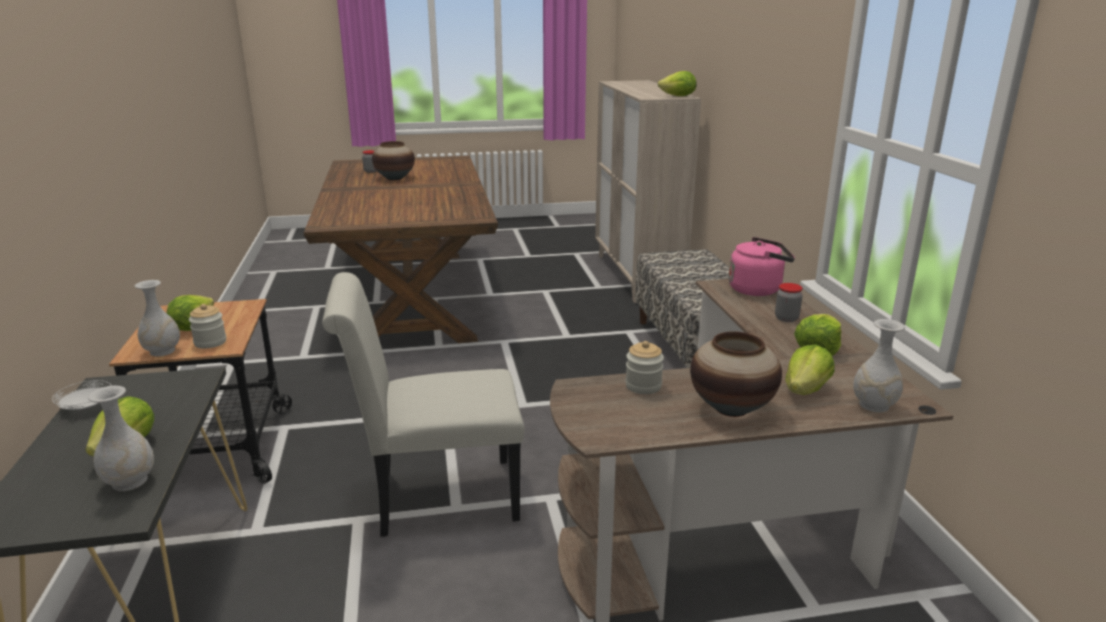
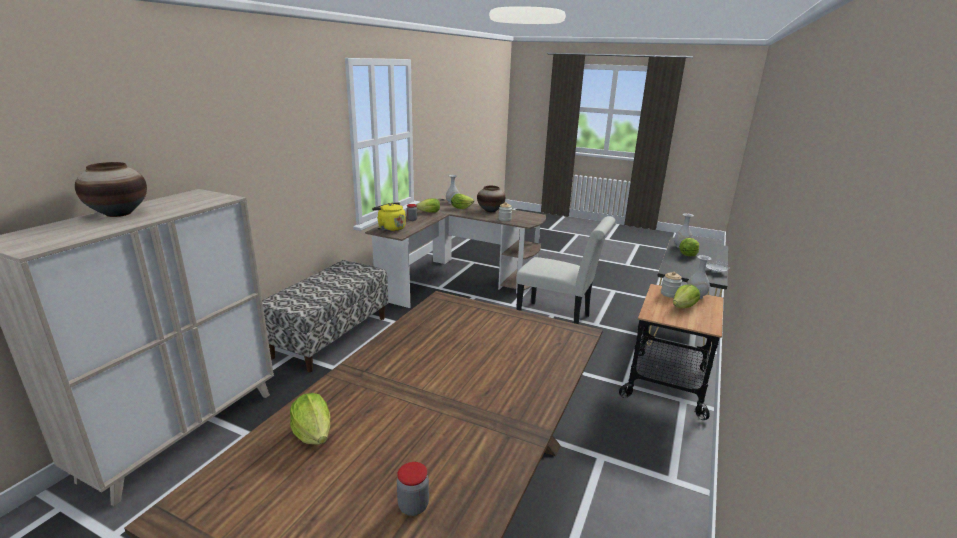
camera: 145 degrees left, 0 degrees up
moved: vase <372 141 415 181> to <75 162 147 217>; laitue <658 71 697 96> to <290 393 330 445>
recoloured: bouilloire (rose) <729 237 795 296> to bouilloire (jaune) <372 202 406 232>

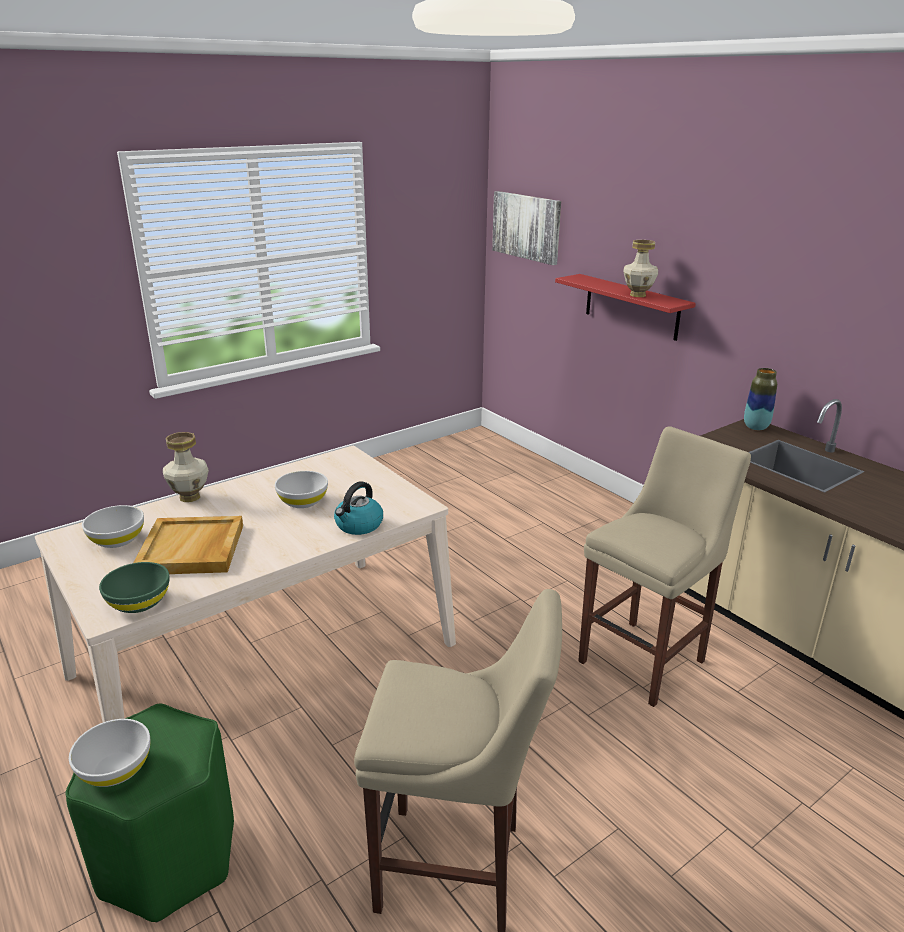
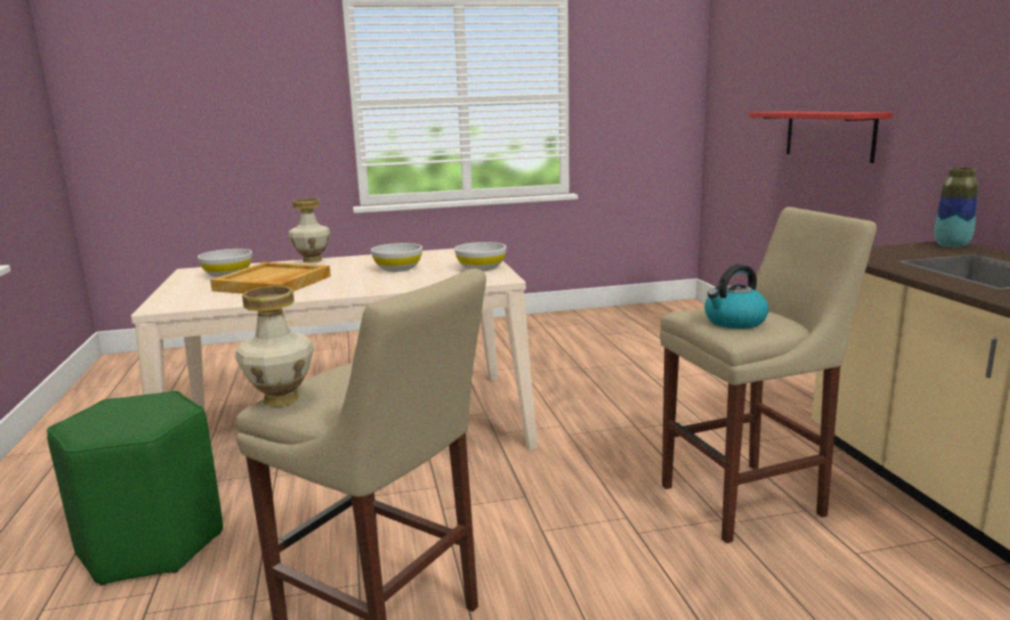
camera: 25 degrees right, 10 degrees down
removed: bol (vert) <99 562 169 613>; tableau <492 191 561 265>
moved: bol (blanc) <69 719 150 787> to <455 242 507 271>; bouilloire <334 481 383 535> to <704 264 769 329>; vase <623 240 658 297> to <235 286 314 406>

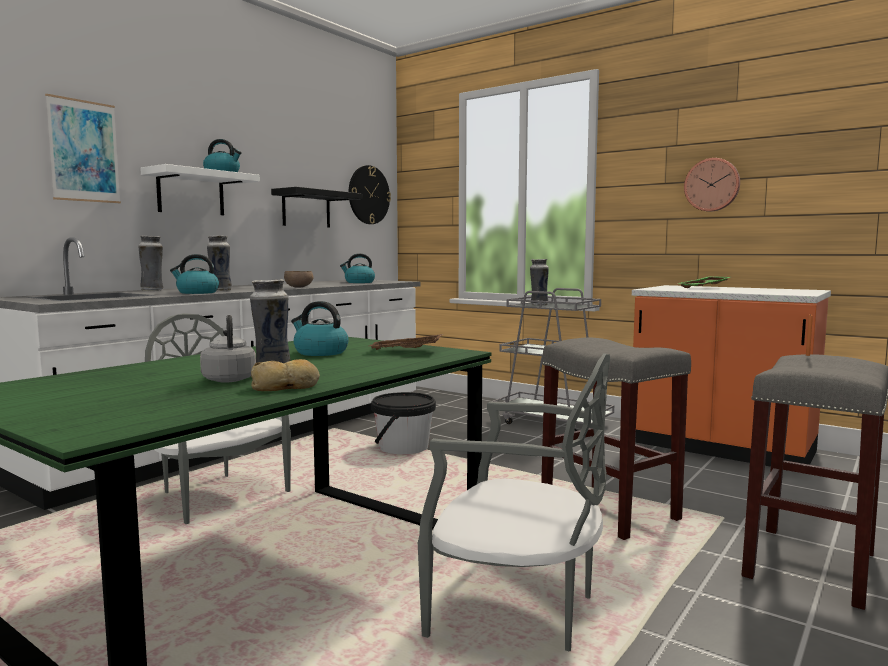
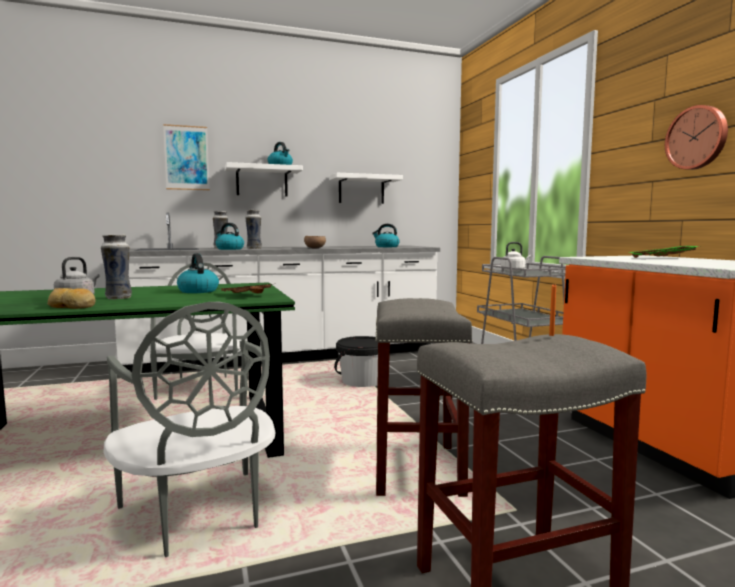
camera: 35 degrees right, 0 degrees up
removed: horloge murale <349 165 391 224>
replaced: vase <530 259 549 306> to bouilloire (blanc) <501 242 531 272>
recoloured: étagère (noir) <271 187 362 227> to étagère (blanc) <329 173 403 204>

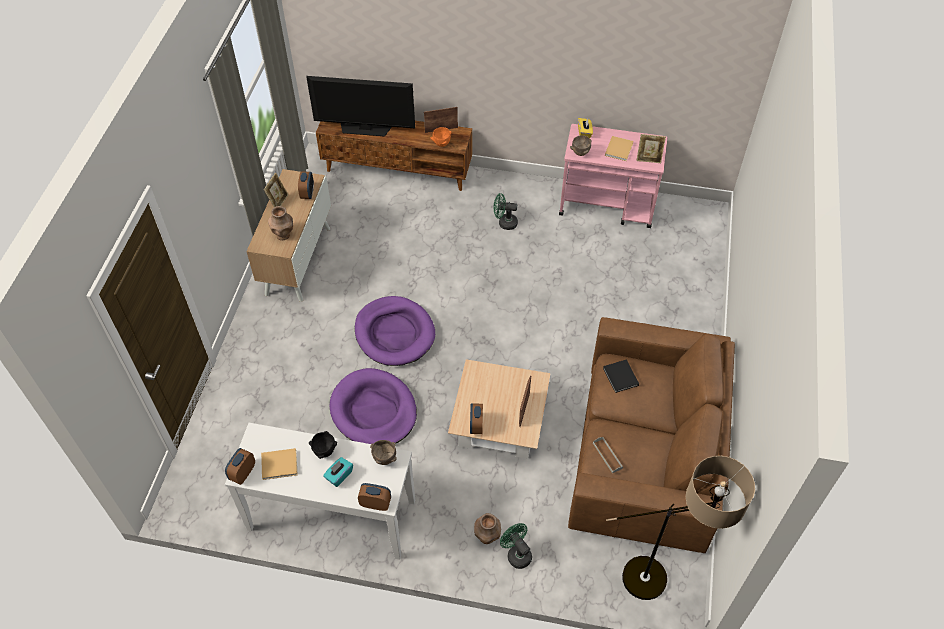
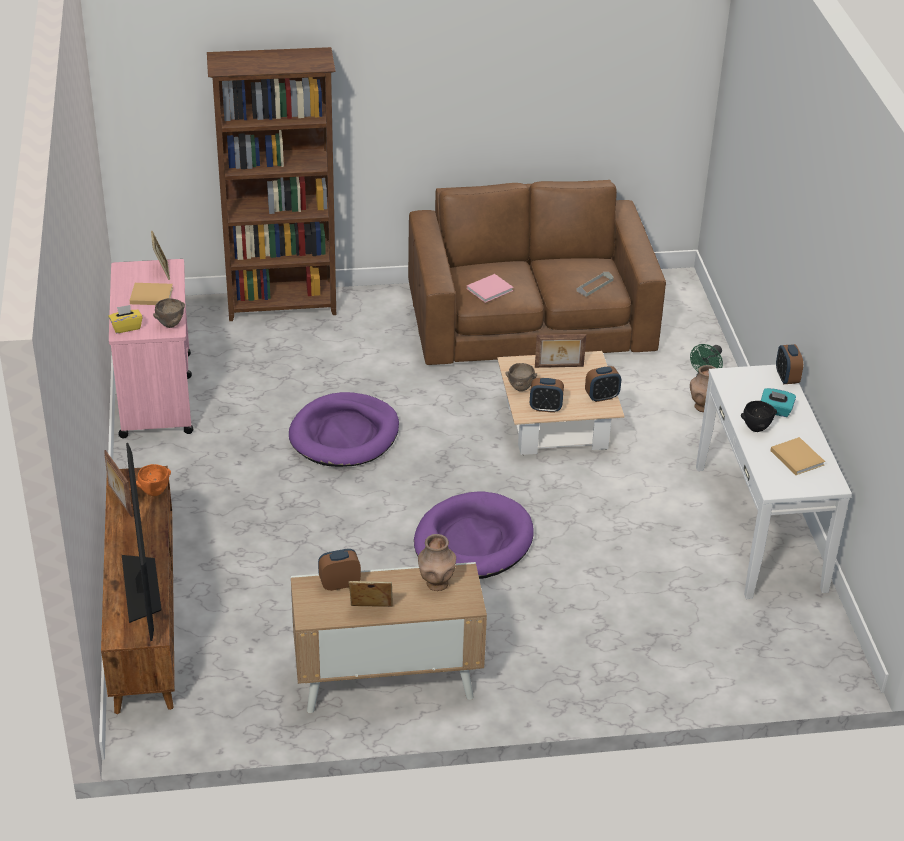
camera: 110 degrees left, 15 degrees down
removed: ventilateur (vert) <494 193 518 230>; lampadaire <606 456 755 600>
added: bibliothèque (marron) <207 47 336 321>
moved: réveil <225 448 255 485> to <530 378 564 413>; panier pour chien (violet) <330 368 417 444> to <289 392 399 467>; bol (marron) <370 440 397 465> to <505 363 537 391>
recoloured: livre (noir) <603 359 639 393> to livre (rose) <467 274 513 303>

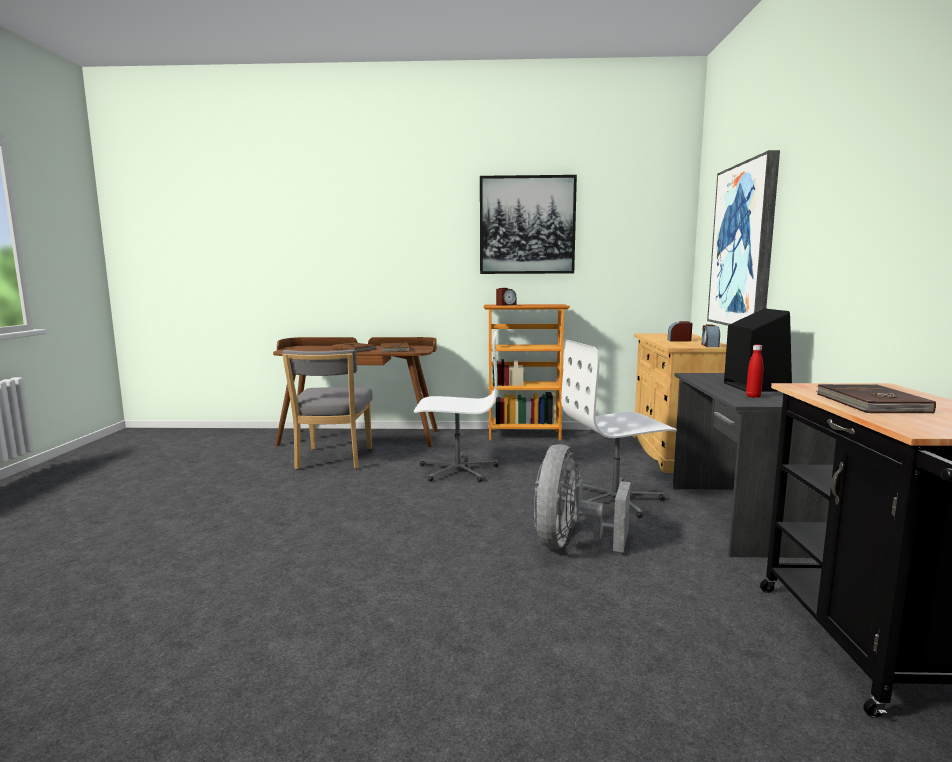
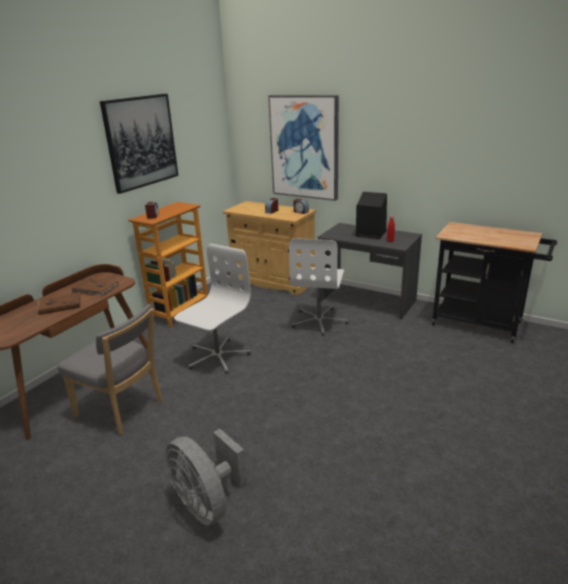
camera: 60 degrees left, 15 degrees up
removed: livre (marron) <816 384 936 414>
moved: ventilateur (gris) <534 444 631 552> to <166 429 247 525>

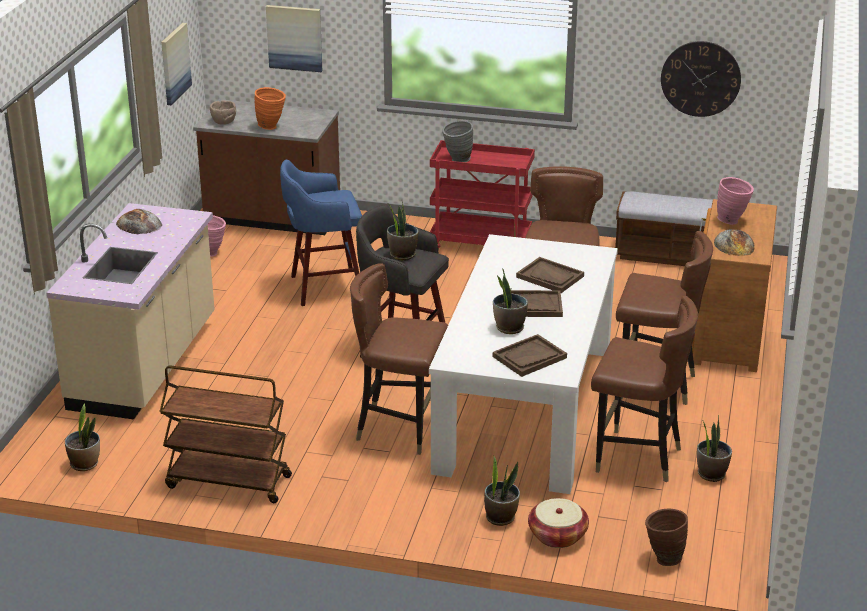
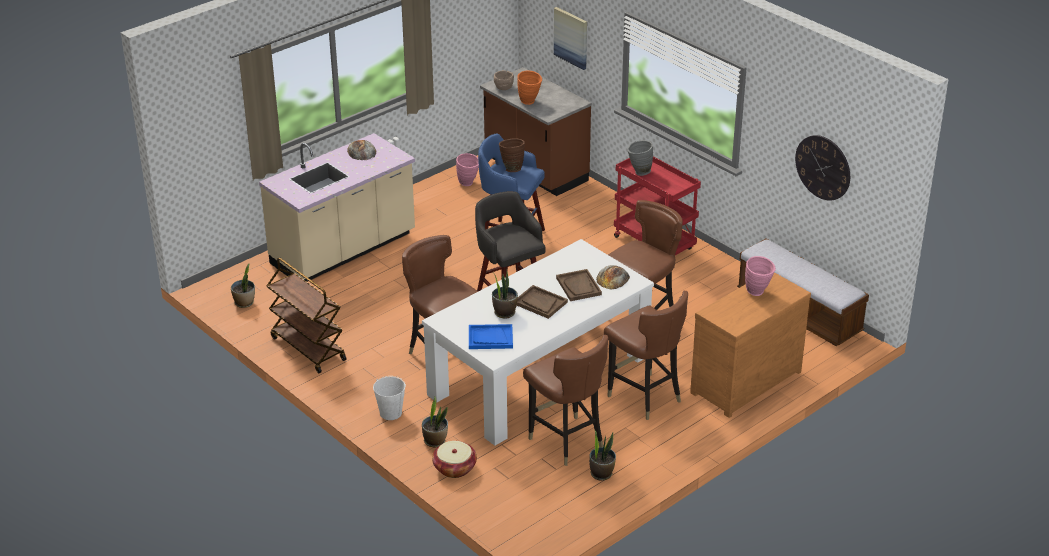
camera: 35 degrees right, 5 degrees up
removed: tableau <161 23 192 105>; plante en pot <387 202 419 260>
added: seau (blanc) <373 376 406 420>
moved: vase (marron) <645 509 688 566> to <499 138 525 172>; pain <714 229 754 256> to <596 265 630 289>
recoloured: plateau (marron) <493 334 567 377> to plateau (bleu) <469 324 513 349>

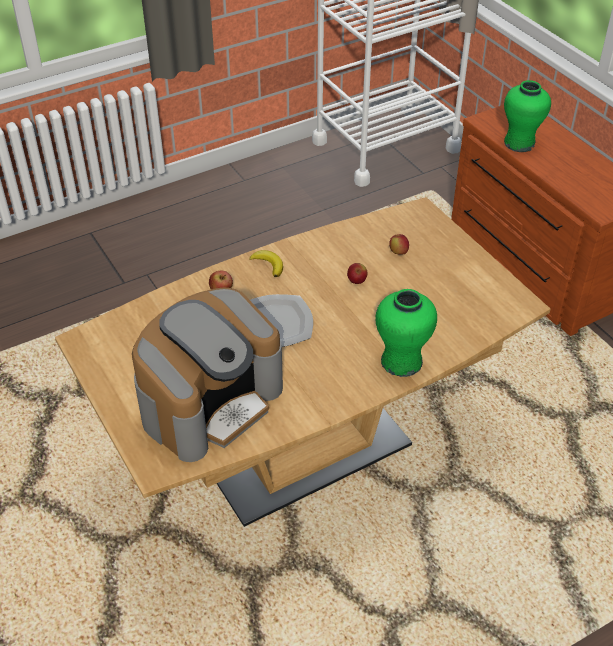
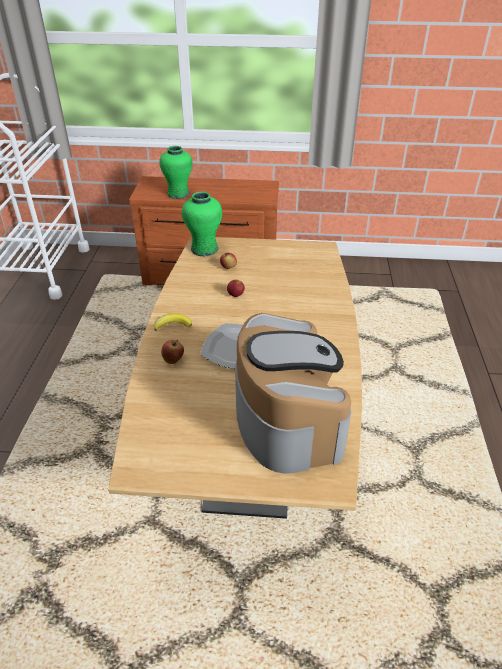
camera: 55 degrees left, 5 degrees down
moved: vase (vert) <375 289 437 377> to <182 192 222 257>

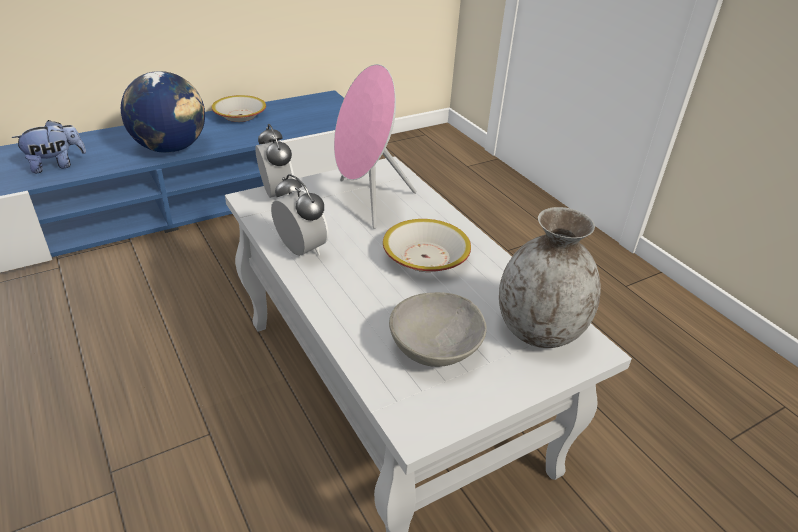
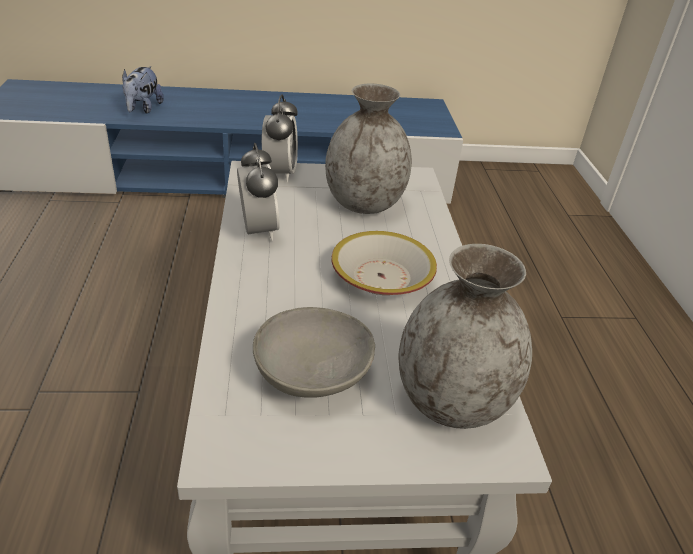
camera: 25 degrees right, 0 degrees up
removed: globe <121 71 205 153>; bol <212 95 266 122>
replaced: enceinte (rose) <334 64 417 229> to vase (gris) <325 84 412 214>
turned: peluche <11 120 86 173> = <122 66 164 114> 105 degrees clockwise

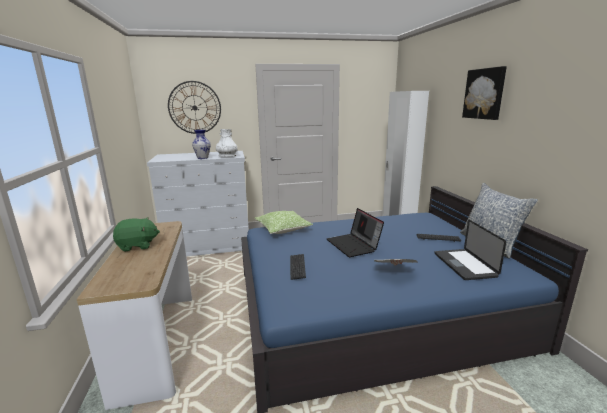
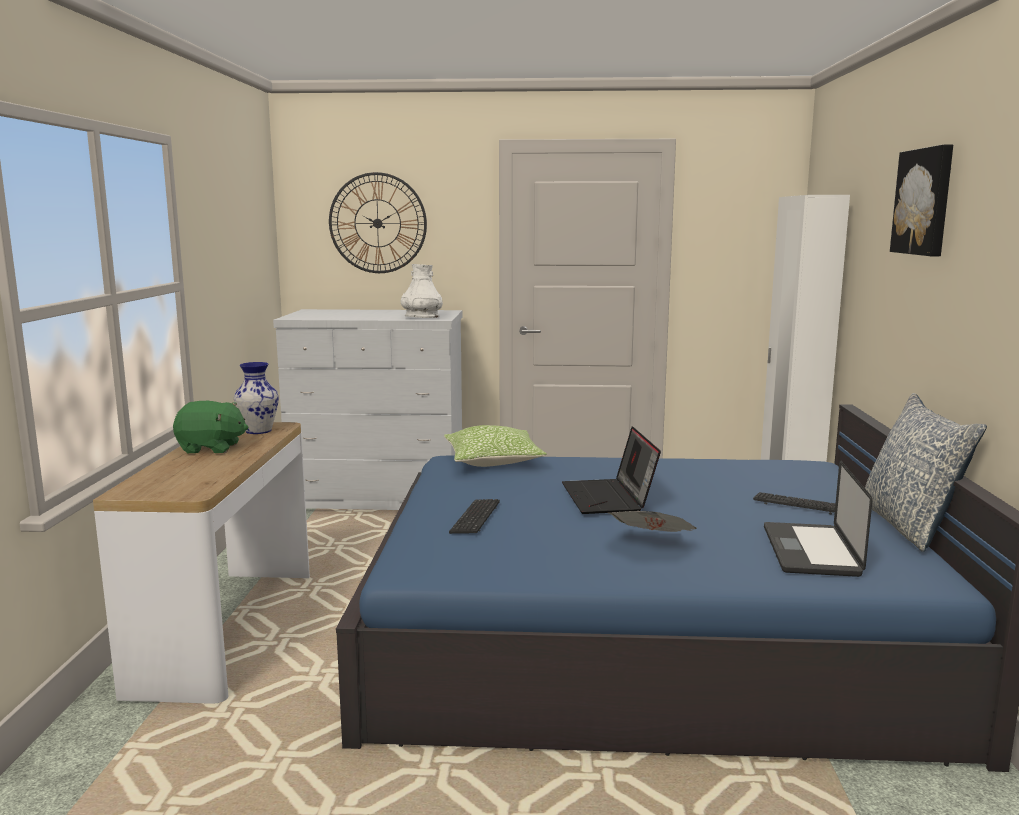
camera: 15 degrees right, 5 degrees down
moved: vase <192 130 211 159> to <234 362 279 434>

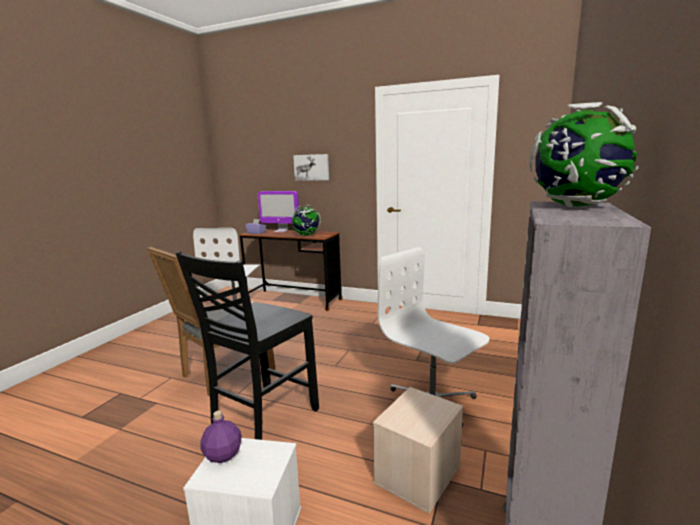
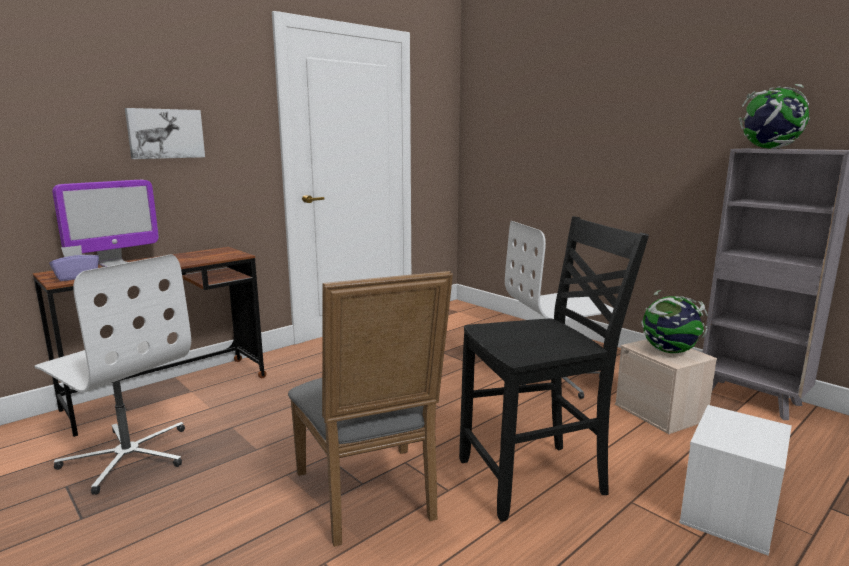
camera: 65 degrees left, 0 degrees up
removed: bouteille (violet) <200 411 242 463>
moved: globe <292 205 321 236> to <641 290 708 353>
turned: chaise (noir) <176 252 319 440> = <459 216 649 522> 75 degrees counterclockwise

